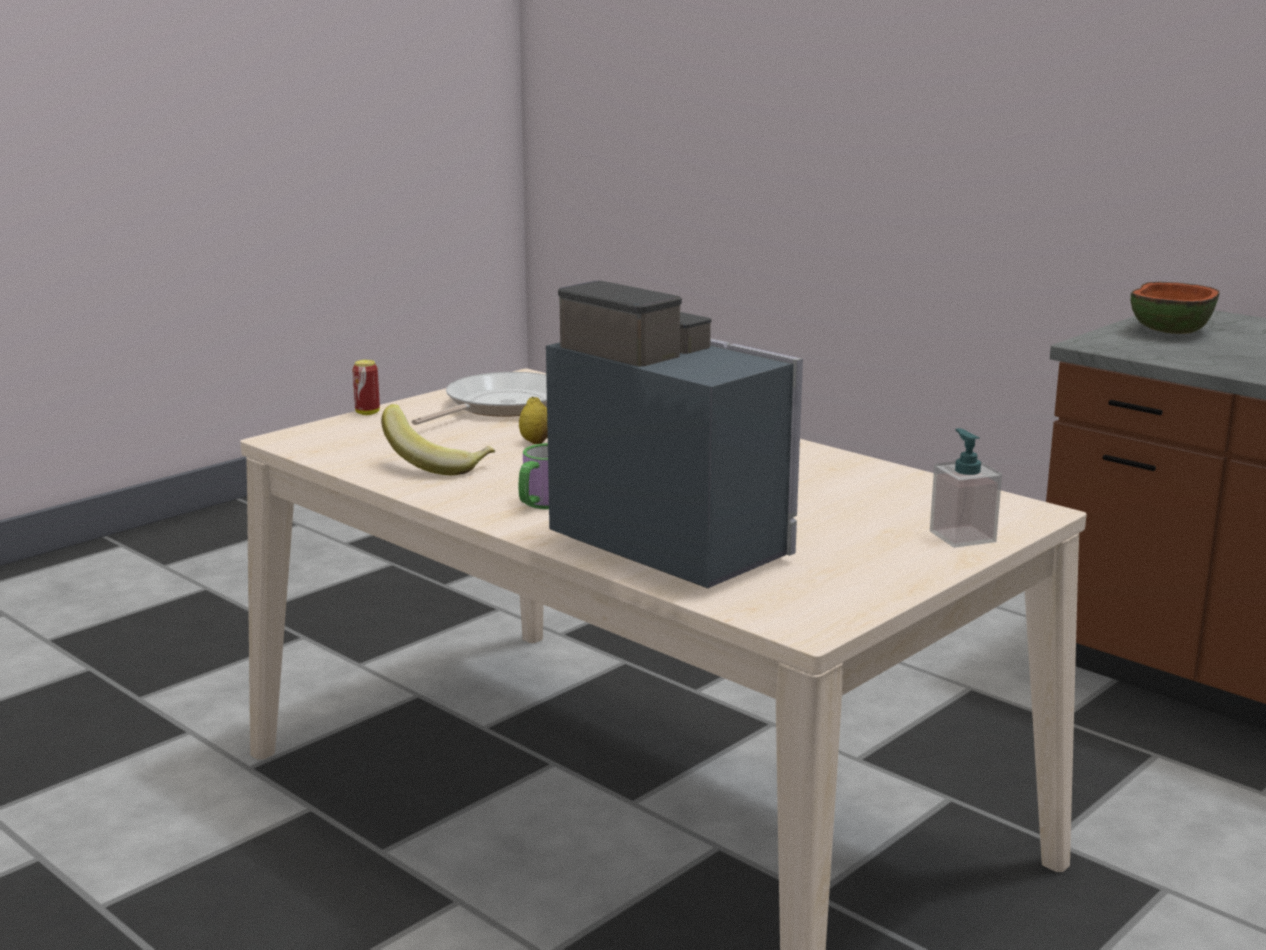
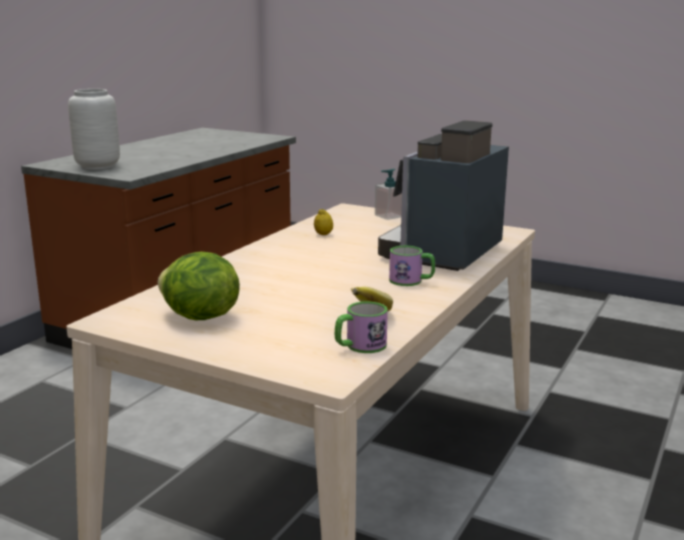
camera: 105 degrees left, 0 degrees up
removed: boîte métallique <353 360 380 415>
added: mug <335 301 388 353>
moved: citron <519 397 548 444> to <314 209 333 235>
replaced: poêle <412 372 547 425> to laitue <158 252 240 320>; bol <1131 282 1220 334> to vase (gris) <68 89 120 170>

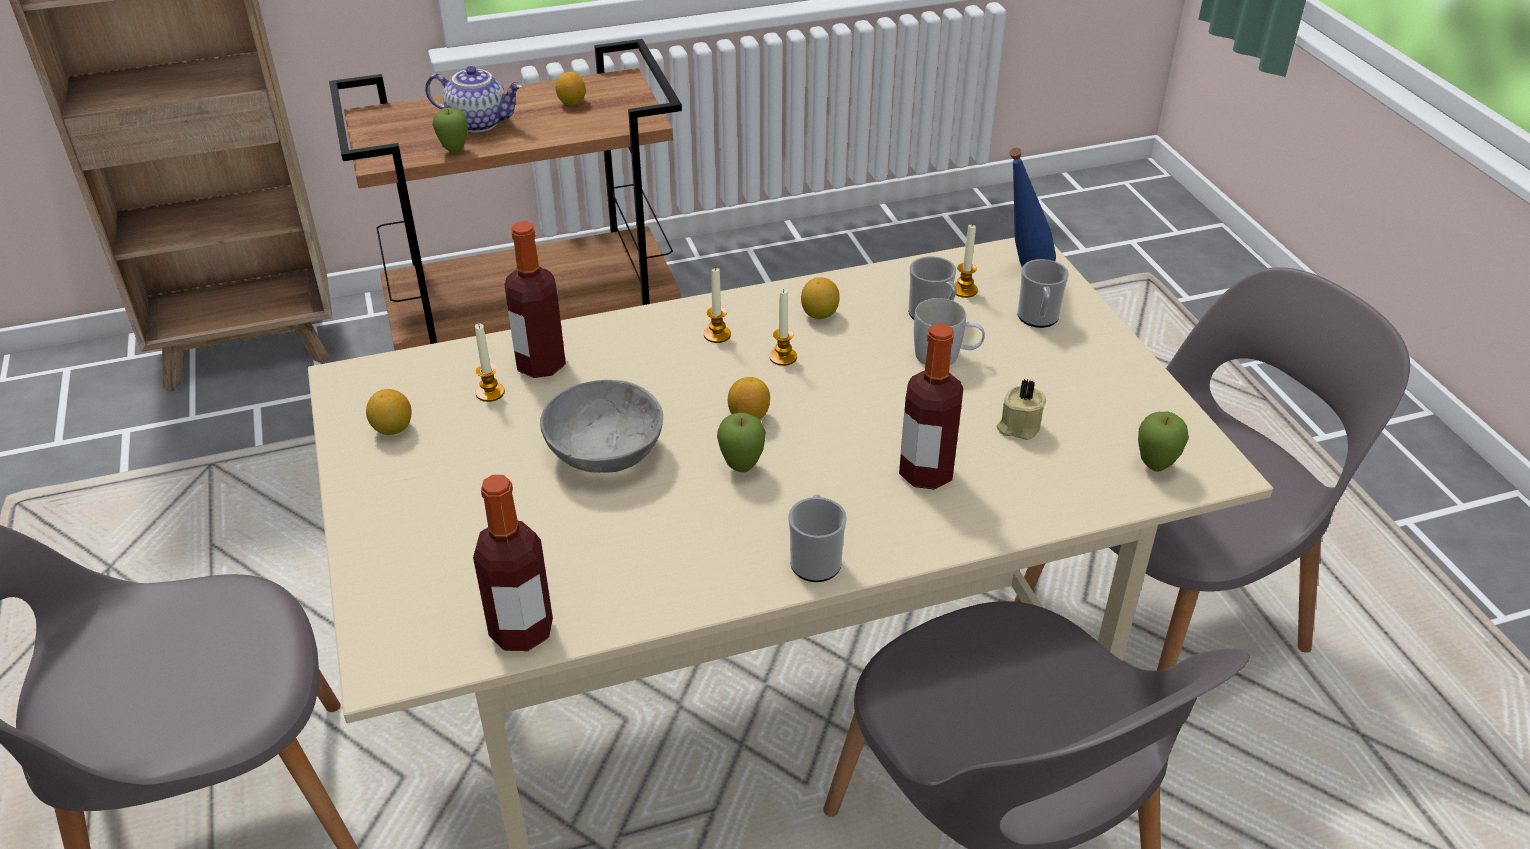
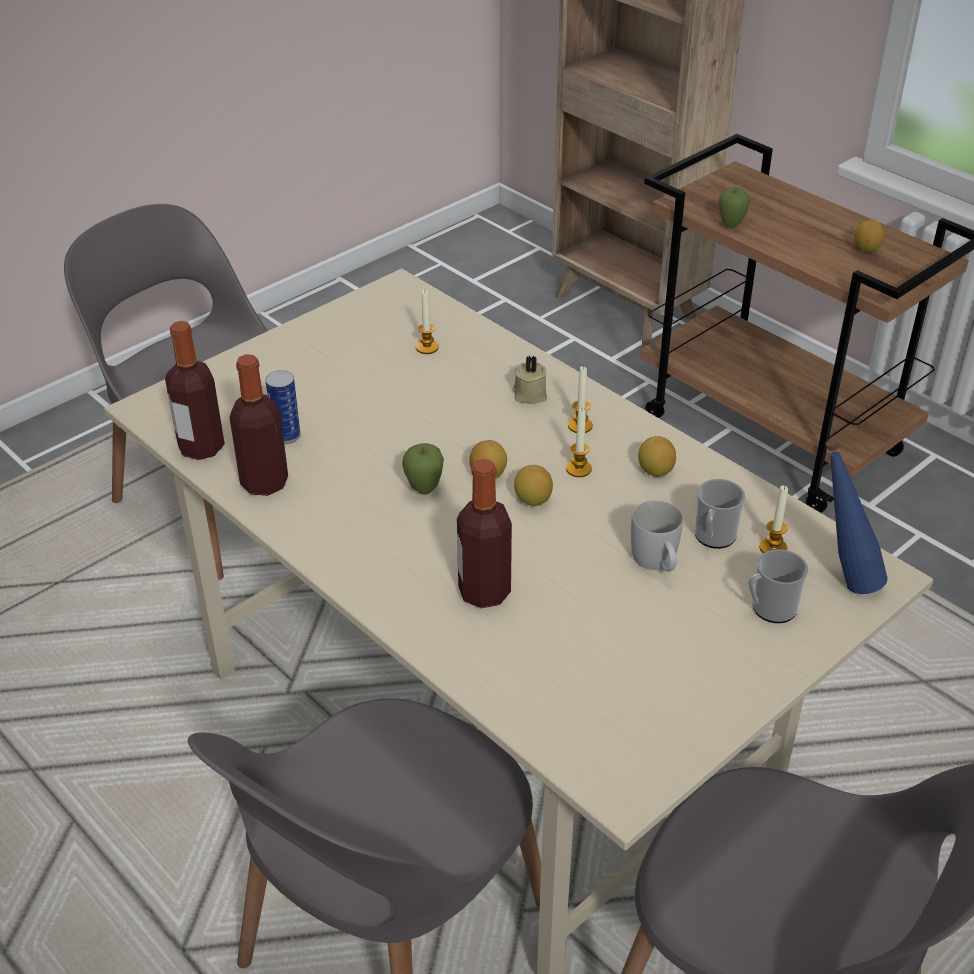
camera: 65 degrees right, 0 degrees up
removed: théière <425 66 523 132>; bol (gris) <540 380 663 473>; mug <788 494 847 582>; pomme <1138 412 1189 472>
added: boîte métallique <265 370 301 444>
moved: citron <366 389 412 435> to <514 465 553 506>; bouteille <504 221 566 378> to <229 354 288 496>; bougie (beige) <997 379 1046 440> to <512 355 547 404>

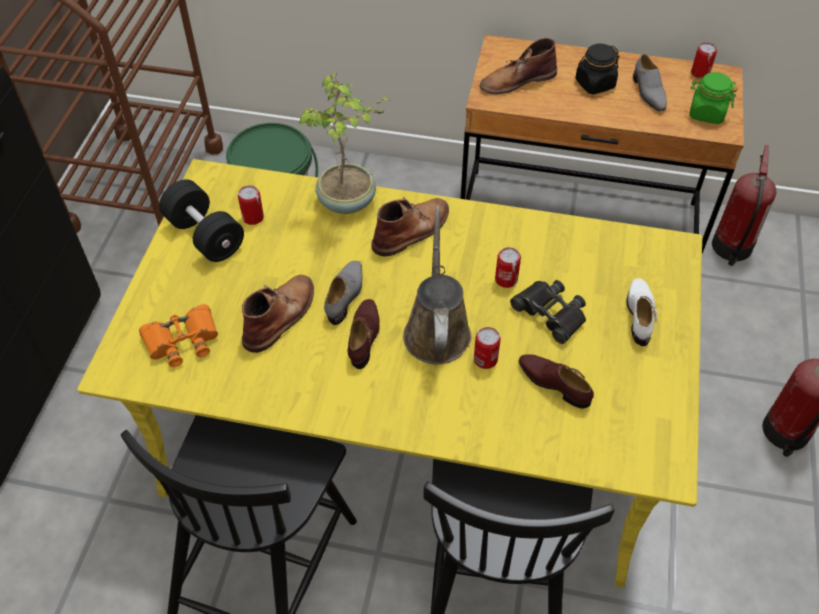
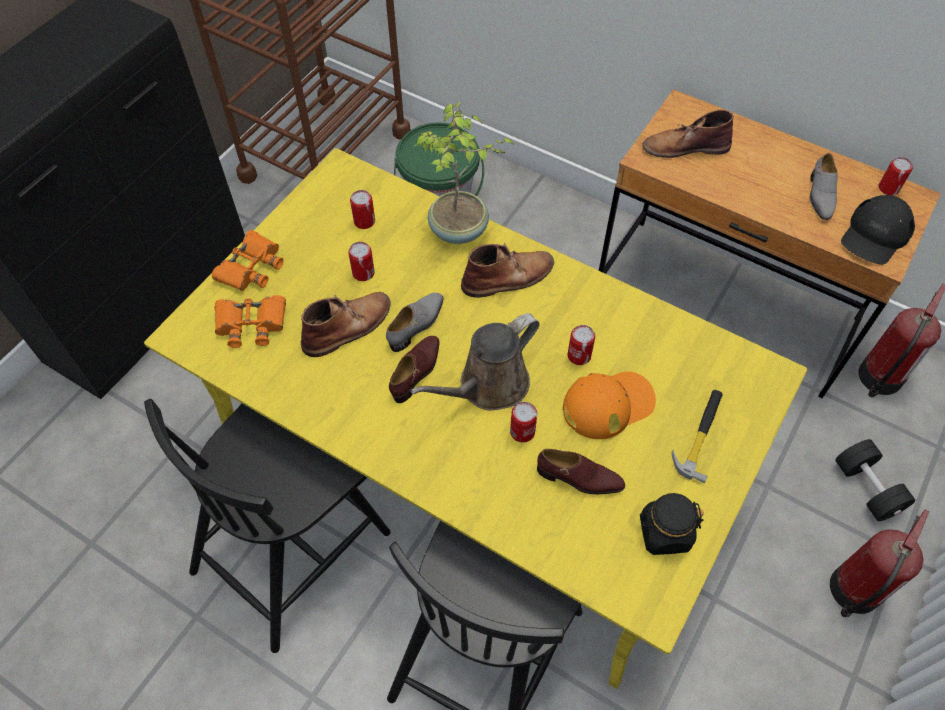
camera: 20 degrees right, 5 degrees up
added: jumelles (orange) <212 230 284 291>; boîte métallique <348 242 375 281>
moved: haltère (noir) <159 179 244 262> to <835 439 916 521>; bocal (noir) <575 43 620 94> to <640 493 704 555>
replaced: jumelles (noir) <510 280 586 344> to casquette (orange) <563 371 656 439>; chaussure (blanc) <627 278 657 346> to marteau <672 390 723 483>; bocal (vert) <689 72 738 124> to casquette (noir) <841 195 915 265>
turned: arrosoir (marron) <403 206 471 365> = <410 313 540 411> 150 degrees counterclockwise; chaussure (marron) <519 354 594 409> = <537 449 625 494> 135 degrees clockwise

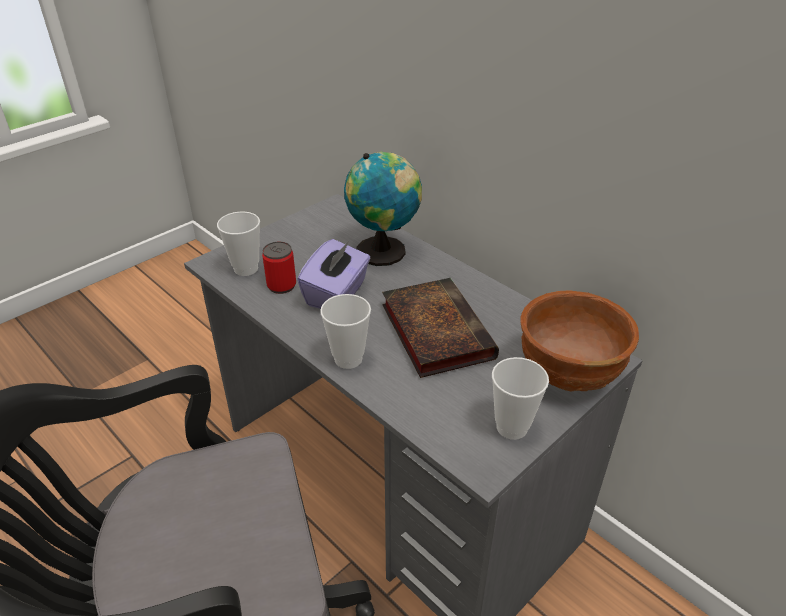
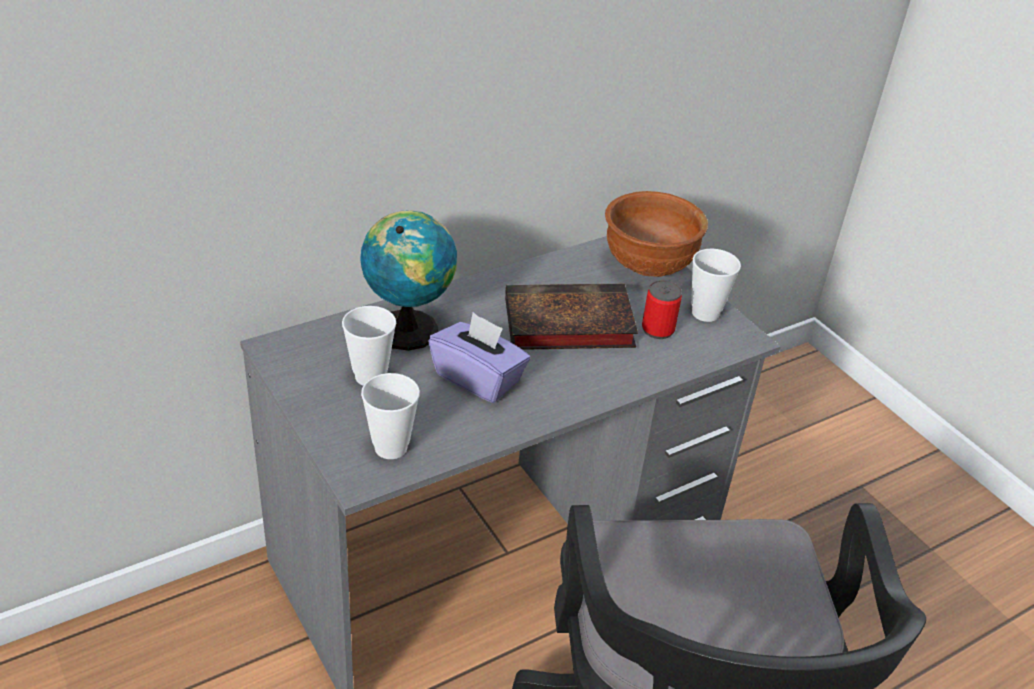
camera: 80 degrees left, 0 degrees up
moved: boîte métallique <262 242 296 294> to <642 280 682 339>; tasse <320 294 371 369> to <342 306 396 386>

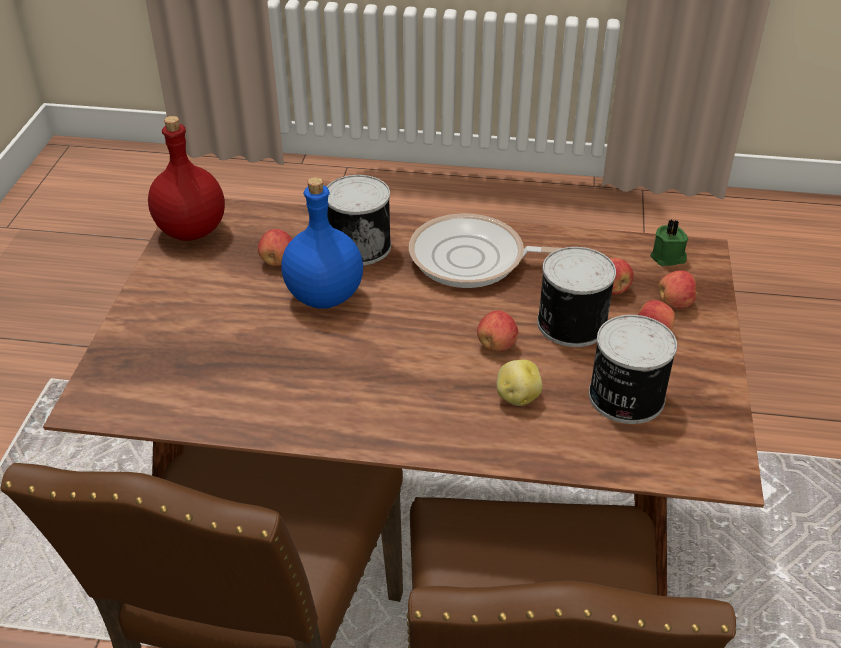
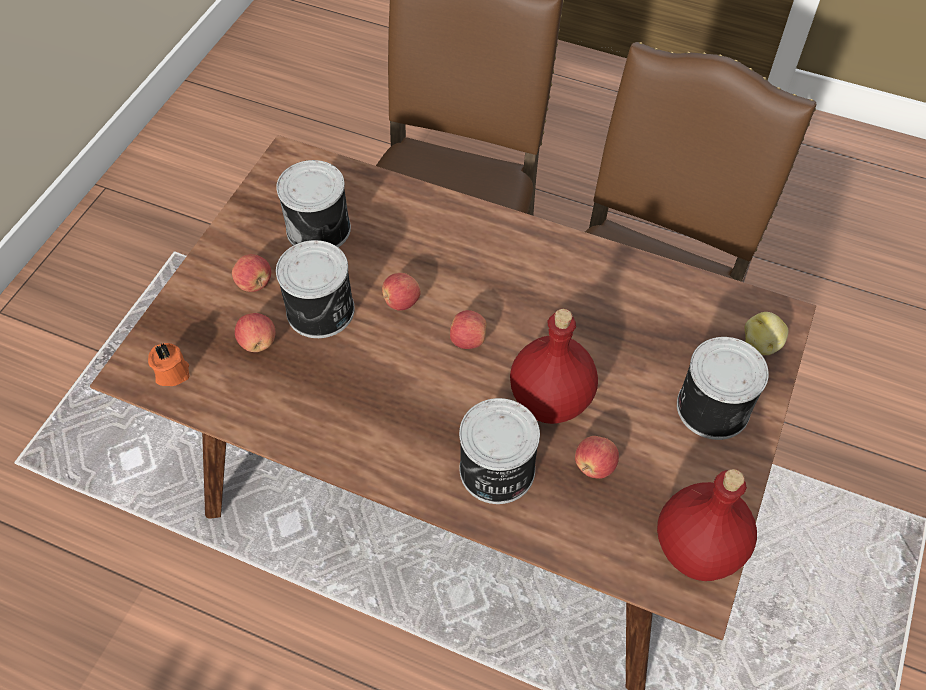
camera: 165 degrees left, 15 degrees up
removed: poêle <409 214 562 288>
added: boîte métallique <677 337 769 440>
moved: pomme de terre <497 360 542 406> to <745 312 788 355>; pomme <659 270 698 309> to <450 310 487 349>
recoloured: bouteille (bleu) <282 177 363 309> to bouteille (rouge) <510 309 598 424>; bougie (vert) <650 219 688 266> to bougie (orange) <148 343 190 386>

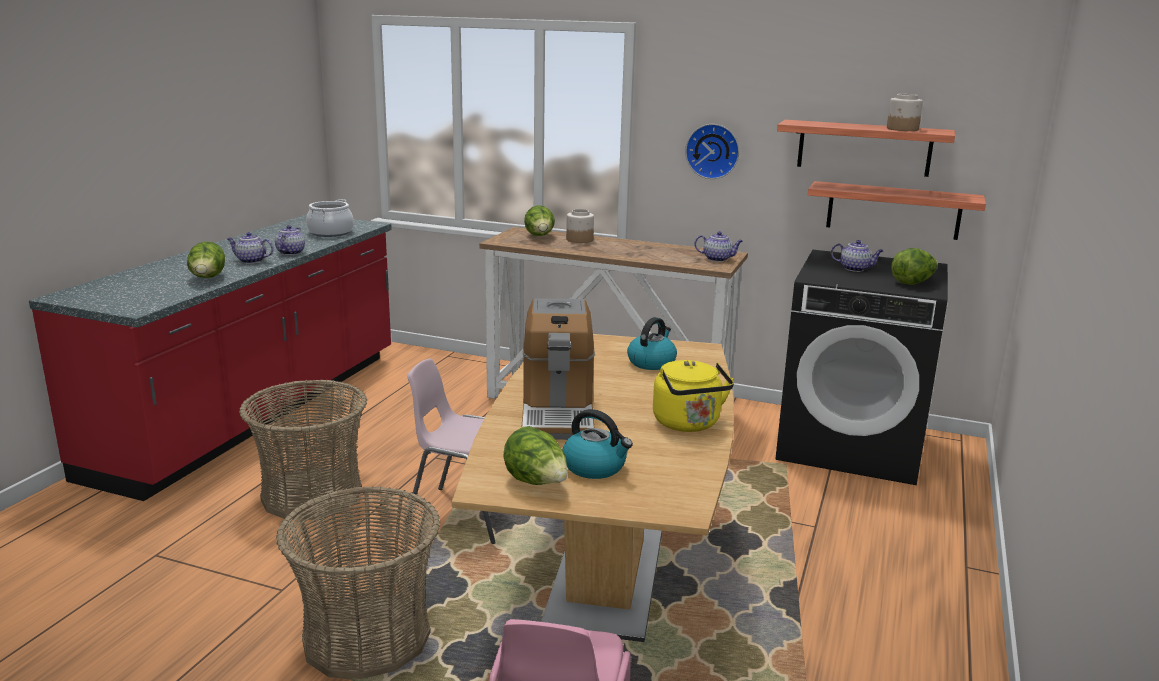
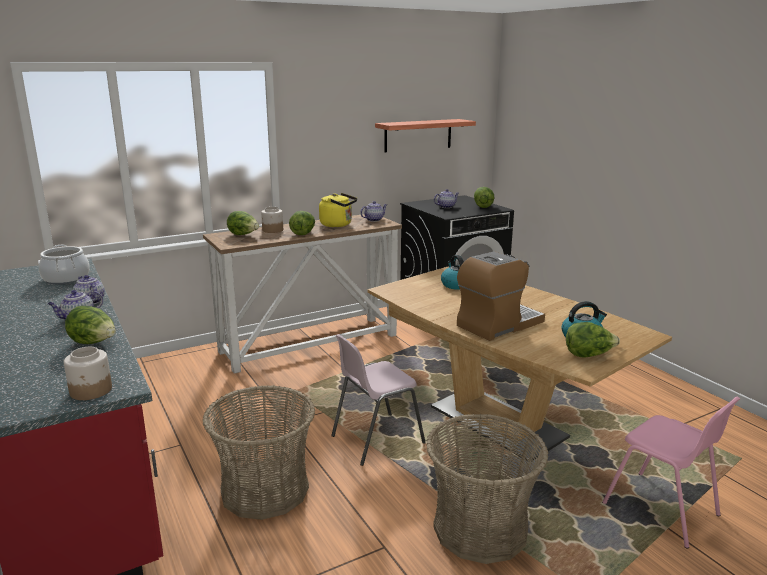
camera: 50 degrees left, 0 degrees up
removed: horloge murale <685 124 739 179>; étagère <808 181 986 240>
added: laitue <289 211 315 235>
moved: bouilloire (jaune) <653 360 734 432> to <319 193 357 227>; bocal <887 94 923 131> to <64 347 112 400>
turned: machine à café <522 298 595 440> = <457 252 545 341> 75 degrees counterclockwise

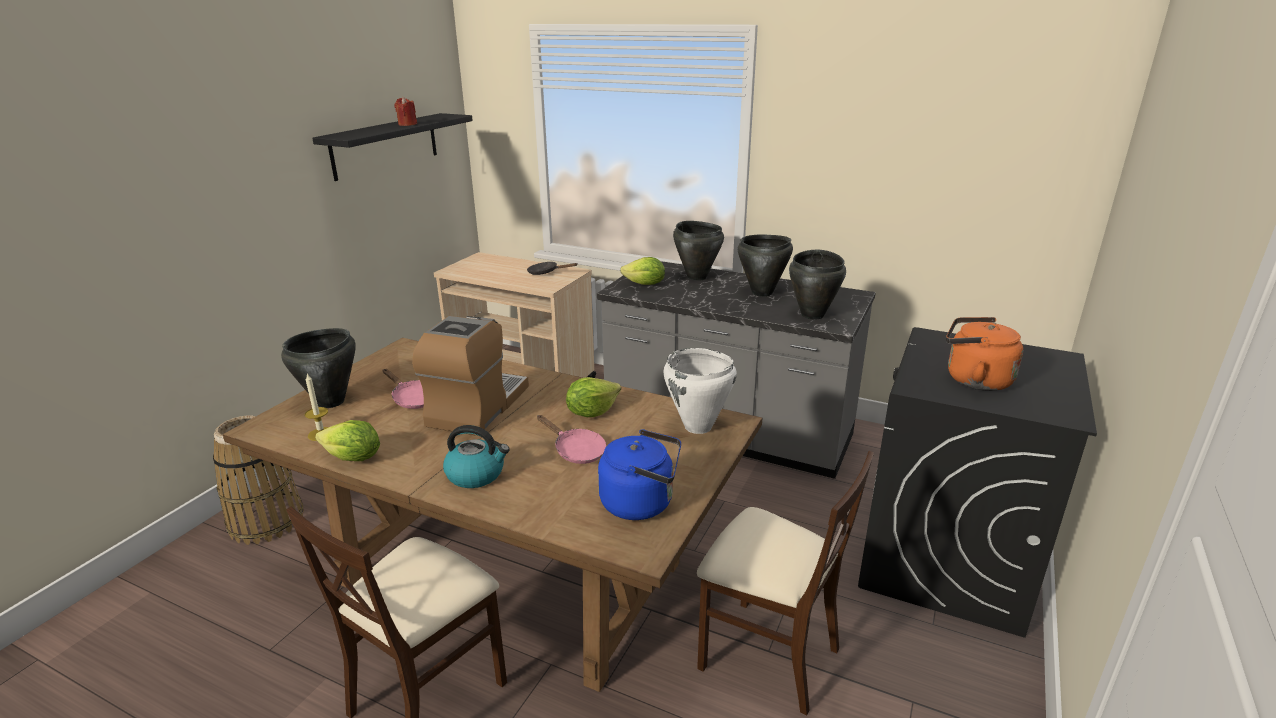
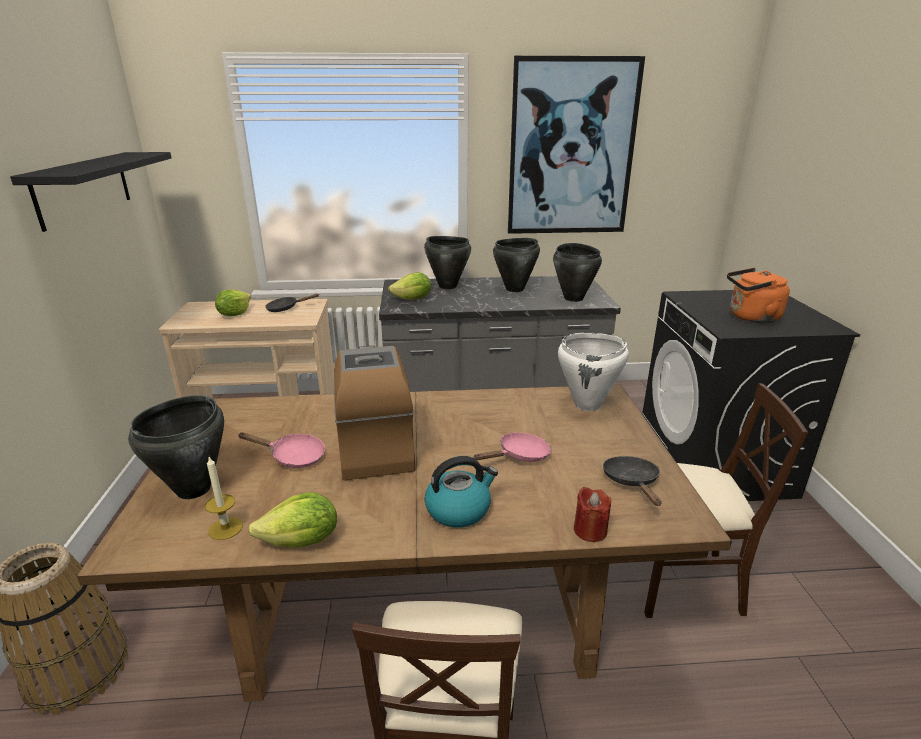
camera: 30 degrees left, 0 degrees up
added: tableau <508 56 645 234>
moved: bougie (rouge) <394 97 417 126> to <574 487 611 542>; laitue <566 377 621 417> to <215 290 251 316>
replaced: bouilloire (bleu) <598 429 681 520> to poêle (noir) <603 456 662 506>
turned: poêle (rose) <537 415 606 464> = <473 432 551 462> 45 degrees counterclockwise

